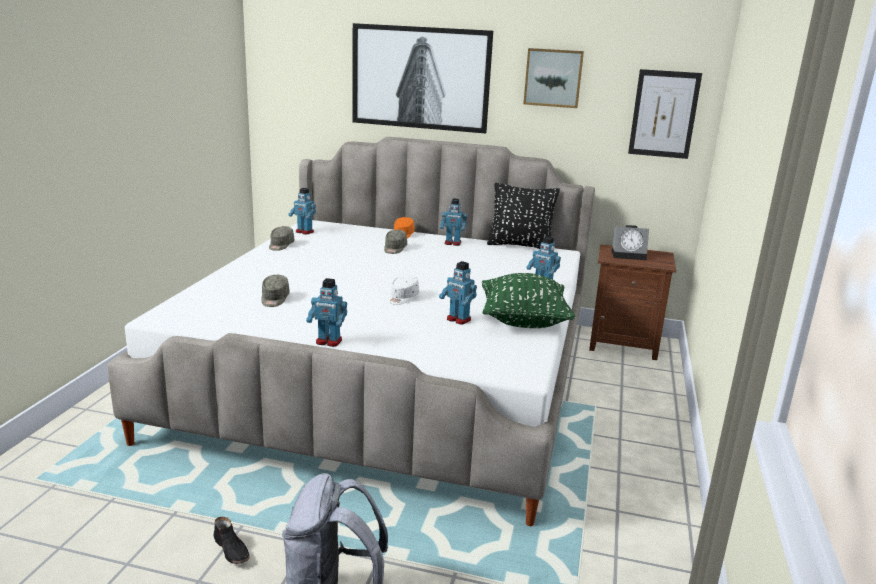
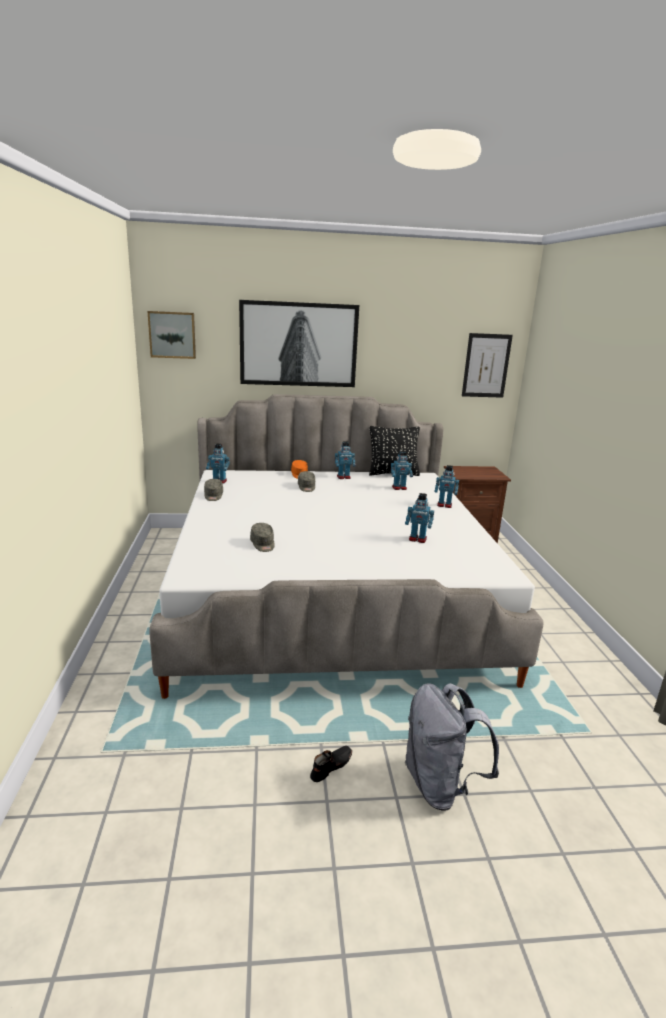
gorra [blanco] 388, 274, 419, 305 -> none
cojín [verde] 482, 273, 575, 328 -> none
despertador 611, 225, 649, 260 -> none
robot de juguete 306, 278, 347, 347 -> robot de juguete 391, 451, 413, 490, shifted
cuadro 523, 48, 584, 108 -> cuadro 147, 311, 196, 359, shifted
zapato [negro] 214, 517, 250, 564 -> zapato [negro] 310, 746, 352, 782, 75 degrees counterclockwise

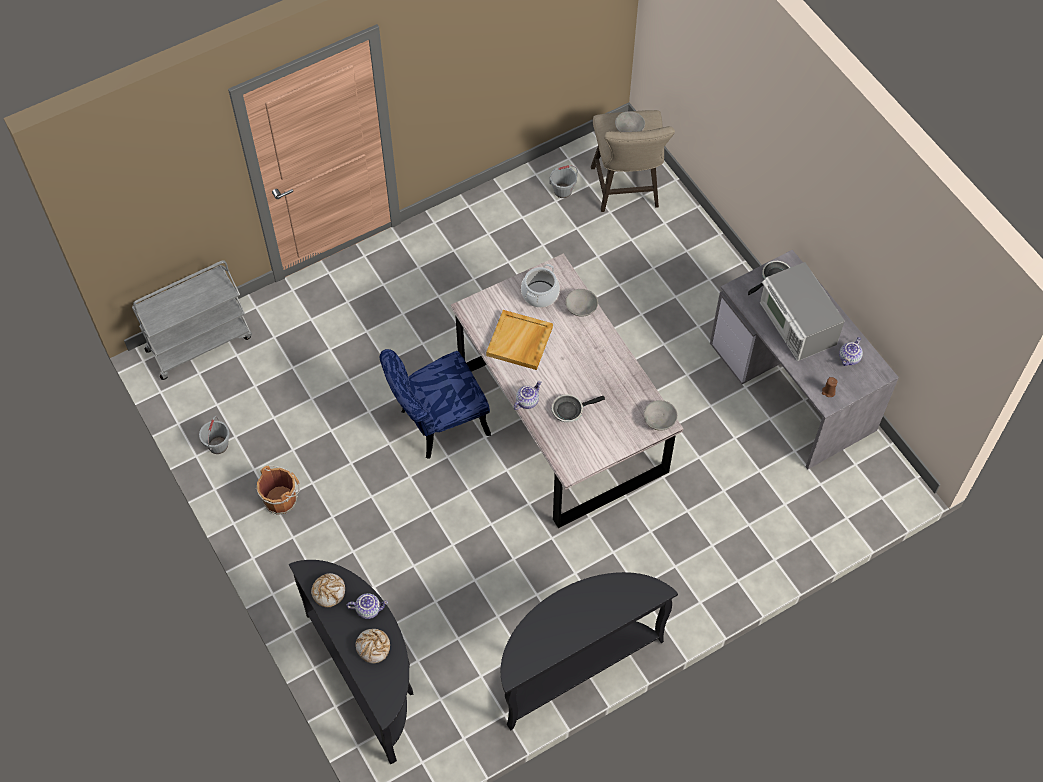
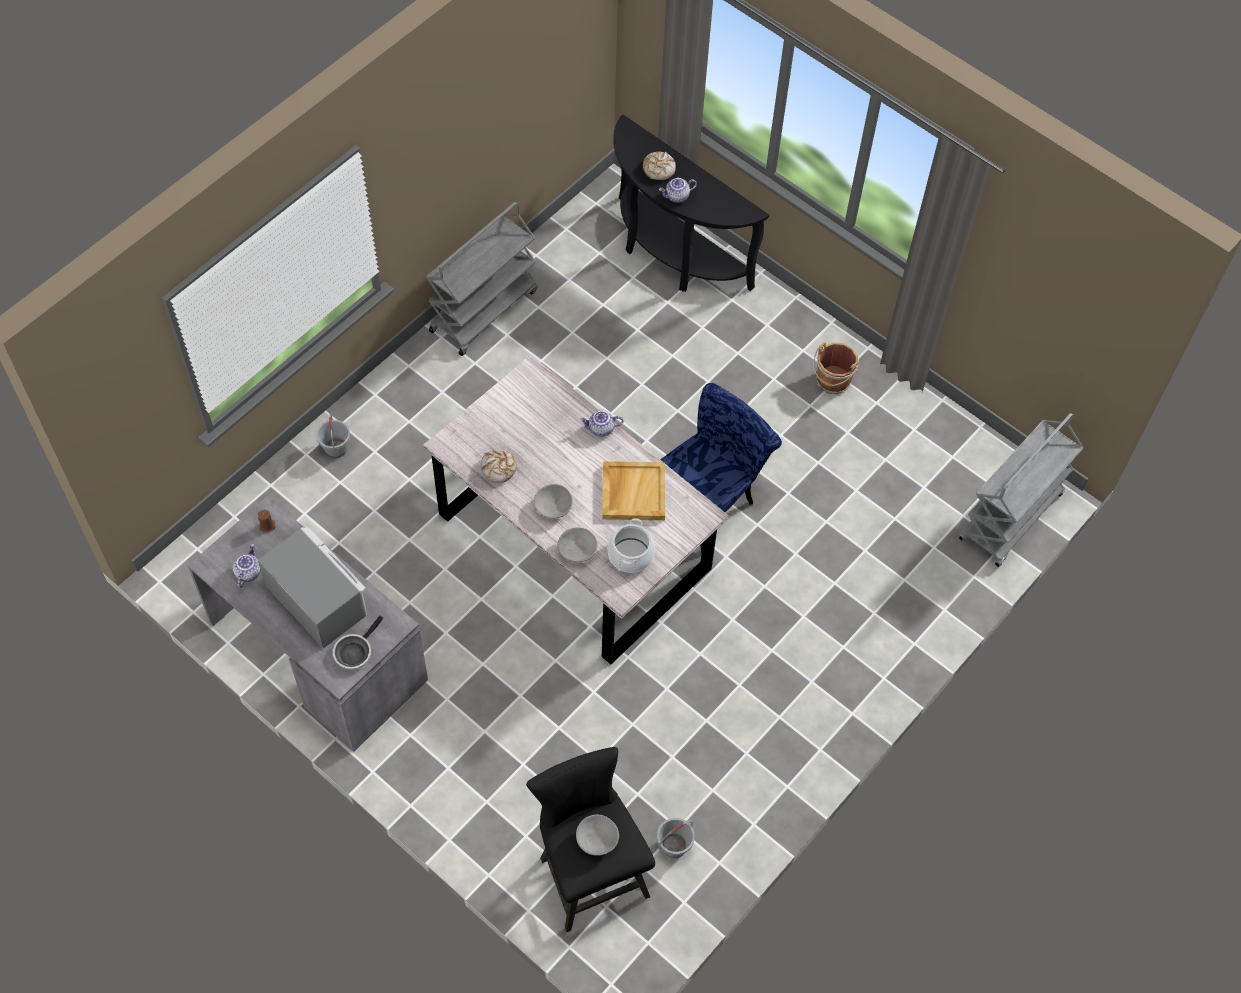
sartén 552, 394, 605, 423 -> none
cubo [gris] 199, 416, 230, 454 -> cubo [gris] 316, 413, 350, 458, shifted
pan 311, 573, 345, 607 -> pan 481, 449, 517, 483, shifted
cuenco [gris] 644, 400, 678, 431 -> cuenco [gris] 534, 484, 573, 519, shifted
mesa consola [negro] 501, 572, 678, 731 -> carrito [gris] 426, 202, 538, 356
taburete [beis] 591, 110, 675, 212 -> taburete [negro] 526, 747, 655, 932
tetera 514, 381, 541, 410 -> tetera 580, 410, 623, 437, 60 degrees clockwise

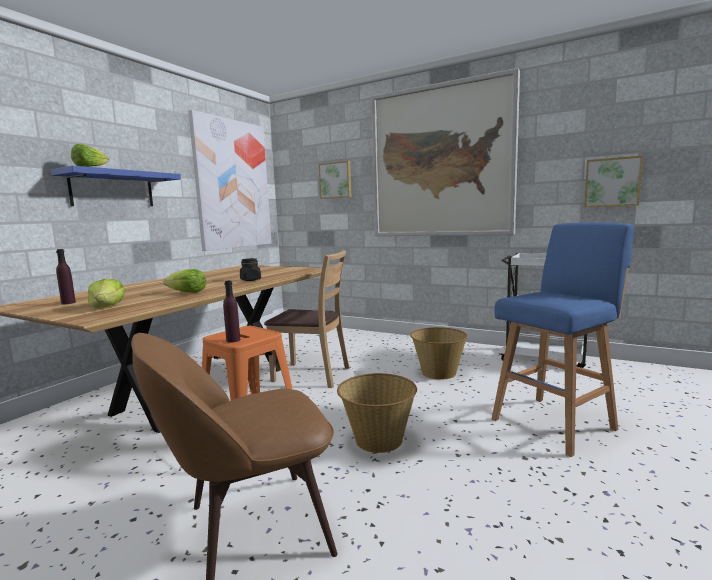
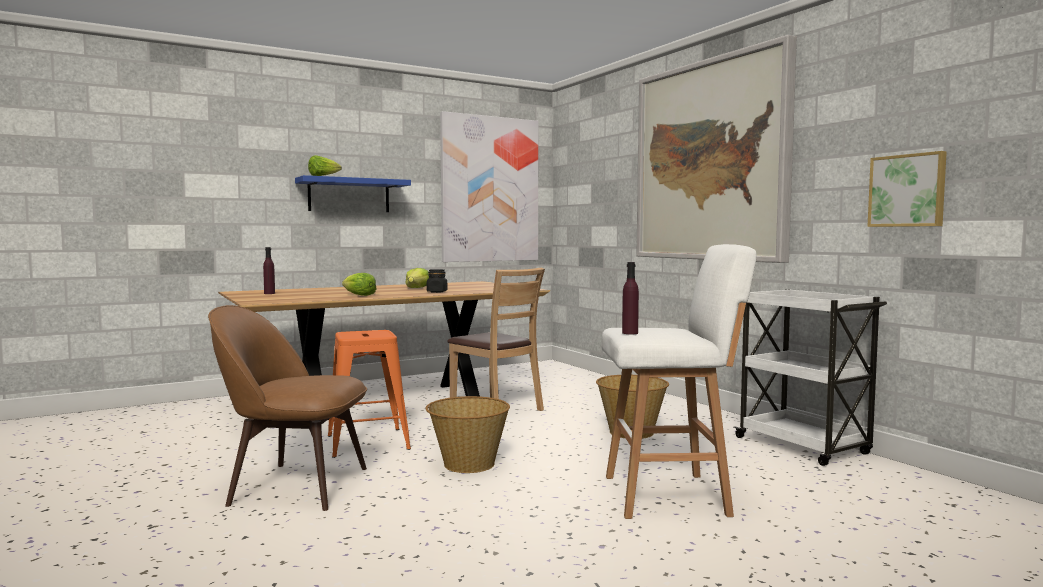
cuadro 319, 161, 351, 199 -> none
lechuga 88, 279, 125, 308 -> lechuga 405, 268, 429, 288, shifted
botella [morado] 223, 280, 240, 343 -> botella [morado] 622, 262, 639, 334, shifted
taburete [azul] 492, 222, 634, 457 -> taburete [blanco] 601, 244, 756, 519

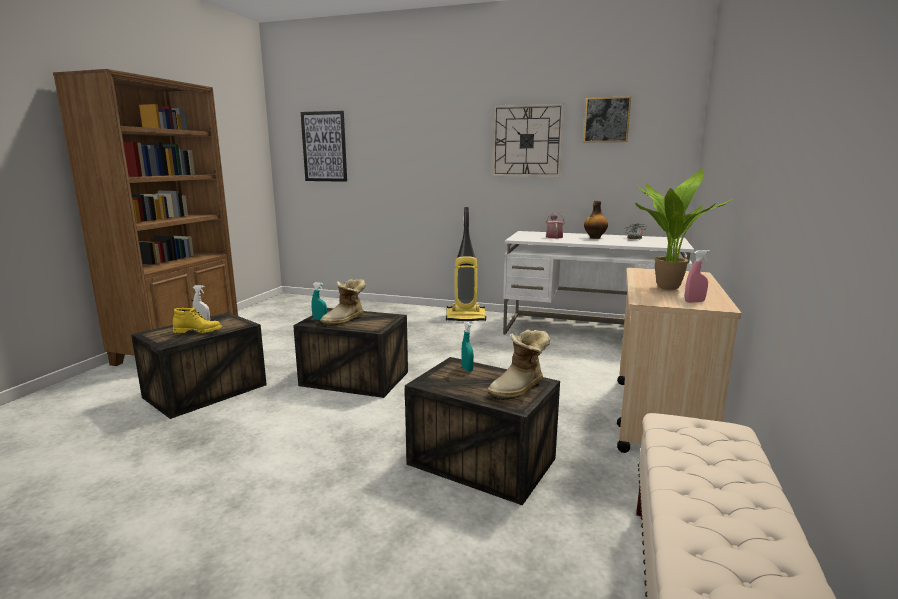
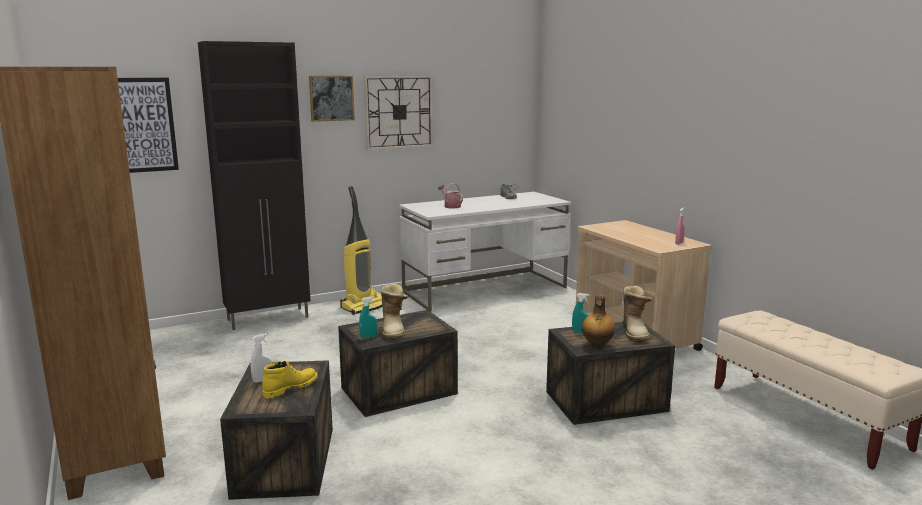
planta en maceta 635, 169, 734, 290 -> none
none -> armario [negro] 198, 41, 310, 330
cuadro 583, 96, 631, 142 -> cuadro 309, 76, 355, 122, shifted
botella 584, 201, 608, 239 -> botella 582, 295, 615, 349, shifted

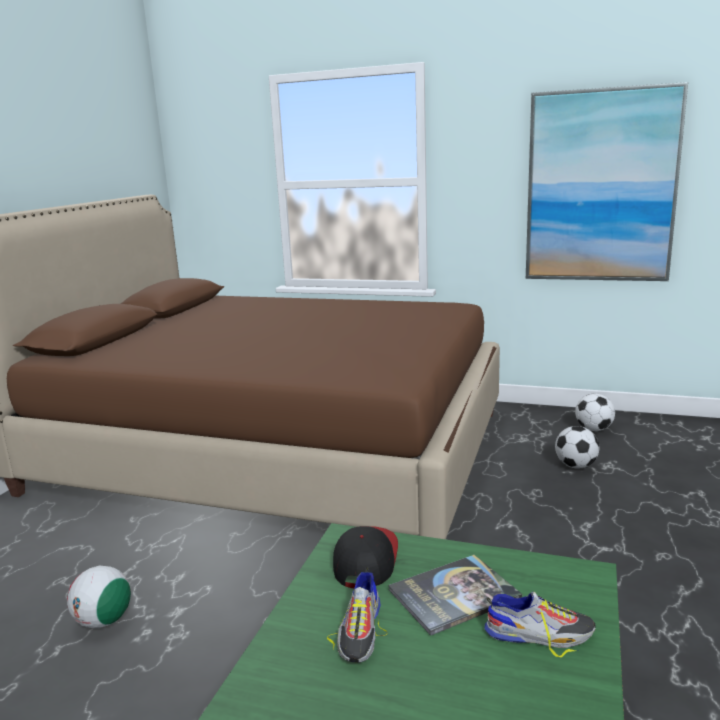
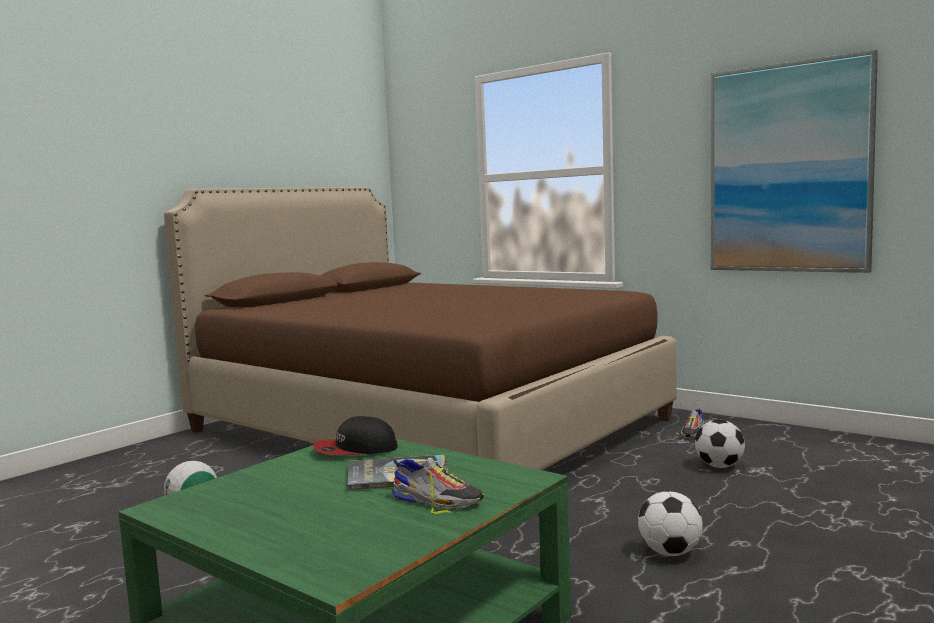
zapato 327, 567, 388, 662 -> zapato 676, 408, 704, 438, shifted
balón de fútbol 575, 393, 615, 431 -> balón de fútbol 638, 491, 703, 556, shifted
gorra 333, 526, 398, 588 -> gorra 313, 416, 398, 455, 135 degrees counterclockwise

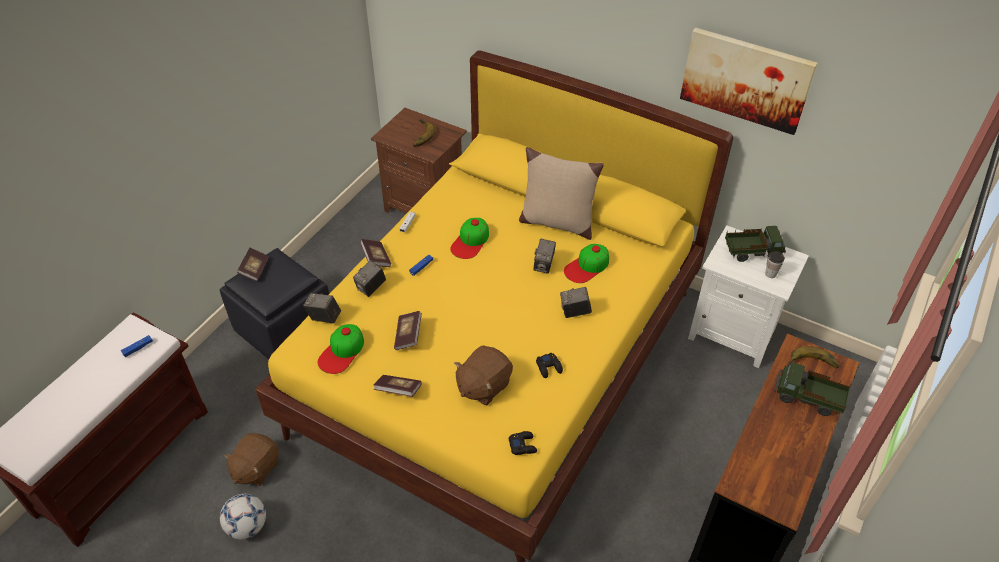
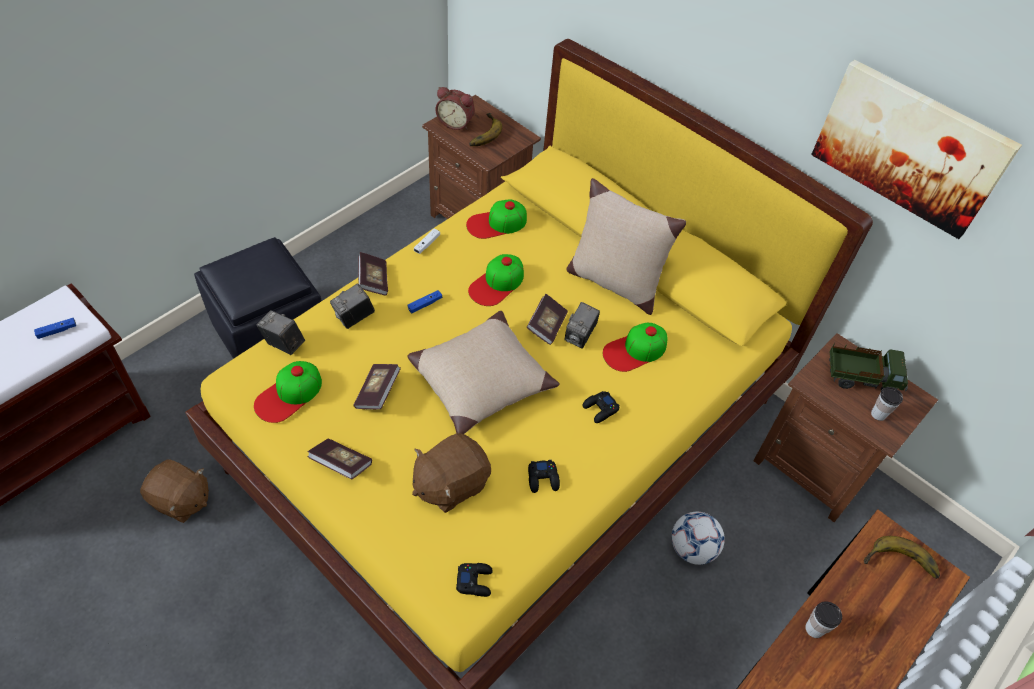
camión de juguete 774, 362, 852, 416 -> none
none -> cojín [beis] 407, 311, 560, 434
none -> despertador 435, 87, 475, 130
none -> gorra 466, 200, 527, 239
none -> taza 805, 601, 842, 638
balón de fútbol 220, 494, 266, 540 -> balón de fútbol 672, 512, 725, 565, shifted
libro 237, 247, 269, 281 -> libro 526, 294, 568, 345, shifted
cámara 560, 287, 592, 318 -> mando de consola [negro] 583, 391, 620, 423
mesita de noche [blanco] 688, 225, 809, 368 -> mesita de noche [marrón] 753, 333, 938, 522
peluche [marrón] 223, 433, 279, 486 -> peluche [marrón] 140, 459, 209, 523, 105 degrees counterclockwise

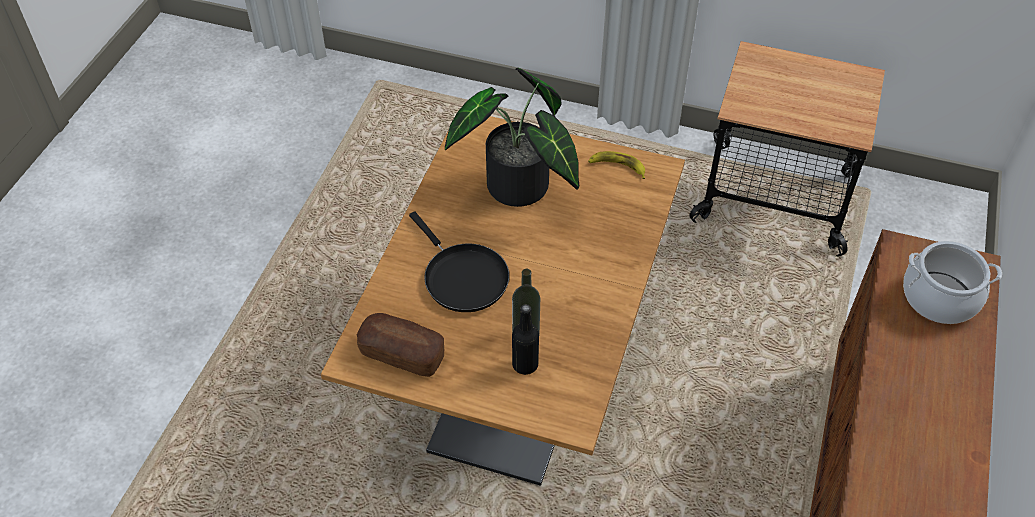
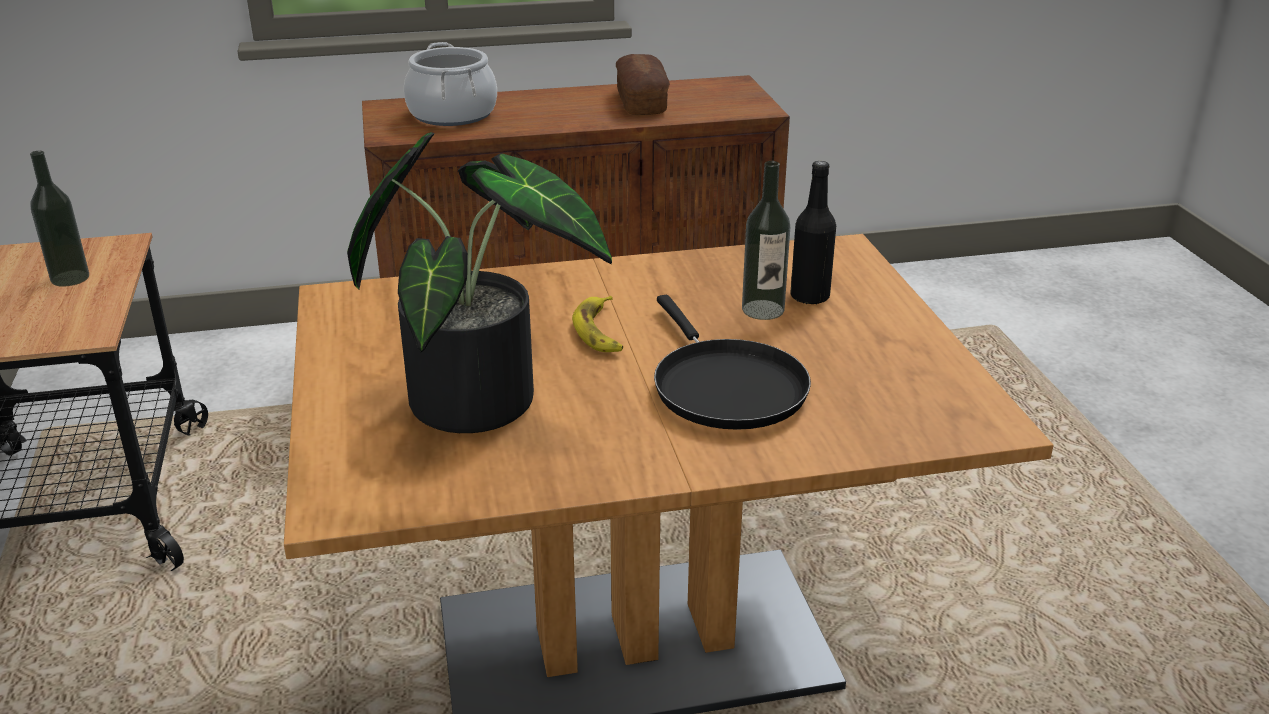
none -> botella 30, 151, 89, 287
pan 357, 313, 444, 377 -> pan 616, 54, 670, 115, shifted
plátano 588, 151, 645, 179 -> plátano 572, 296, 623, 352, shifted
sartén [negro] 409, 211, 509, 312 -> sartén [negro] 654, 295, 811, 430, 135 degrees clockwise

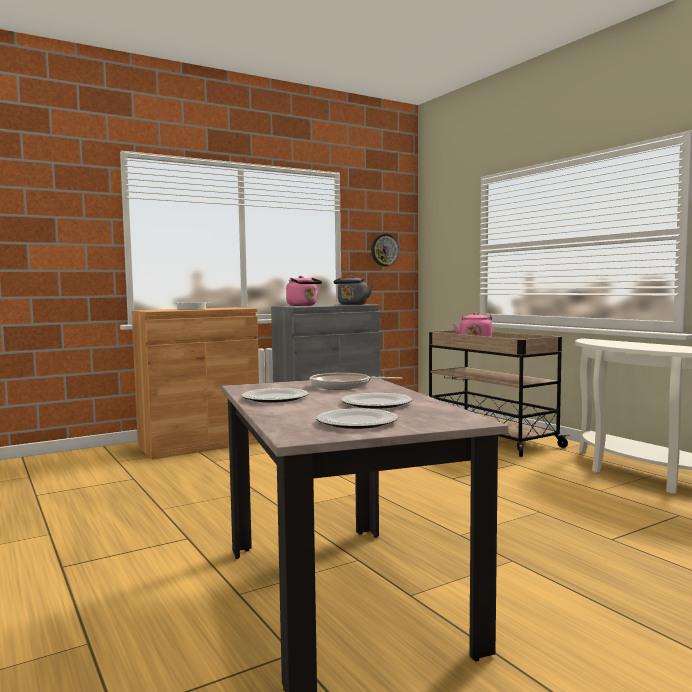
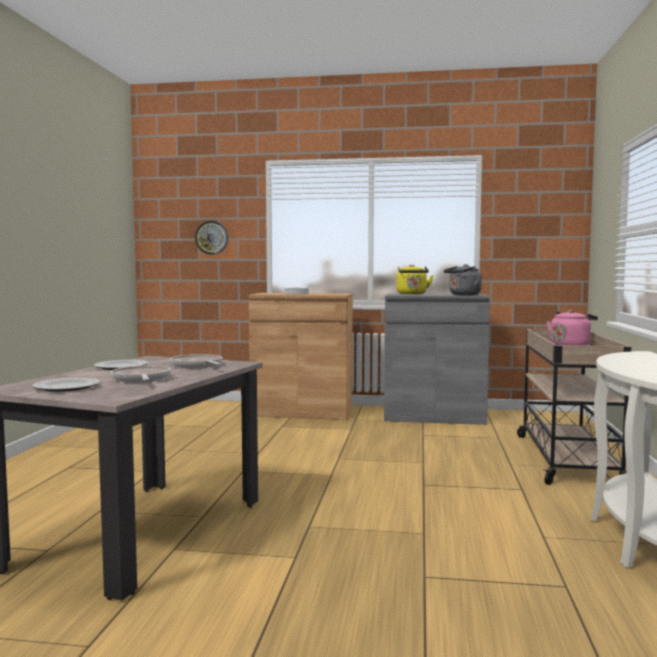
reloj de pared 371, 234, 399, 267 -> reloj de pared 195, 221, 228, 255, shifted
plato 341, 393, 412, 409 -> sartén 111, 365, 171, 383
hervidor [rosa] 286, 276, 322, 306 -> hervidor [amarillo] 396, 264, 433, 294

